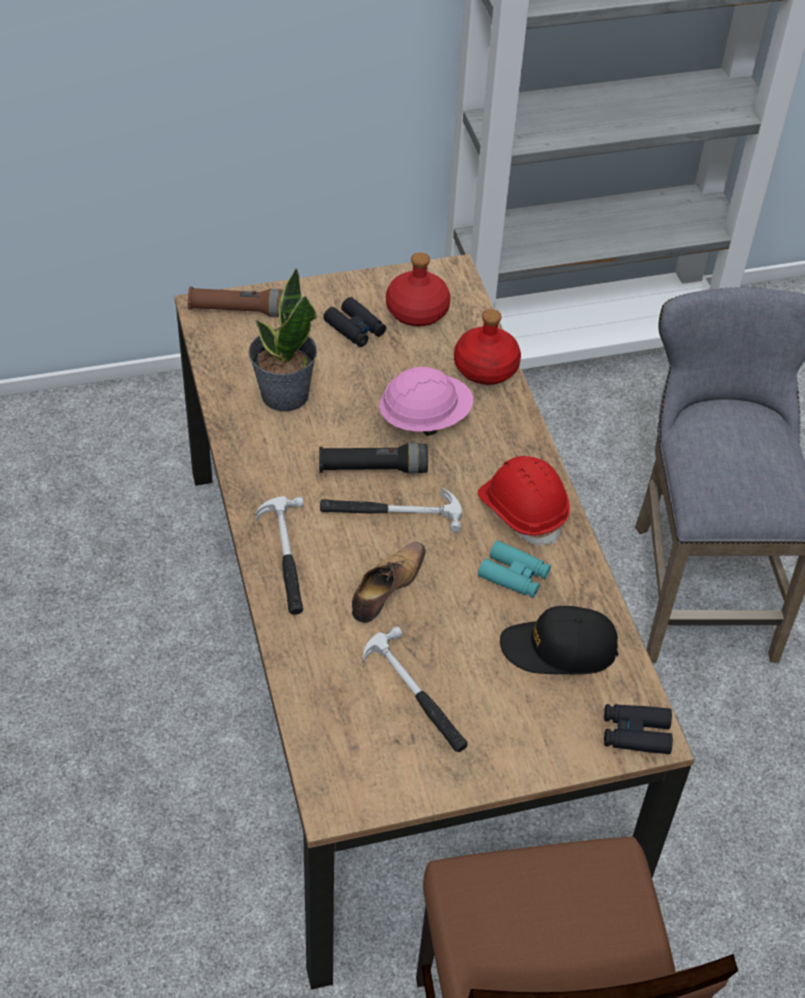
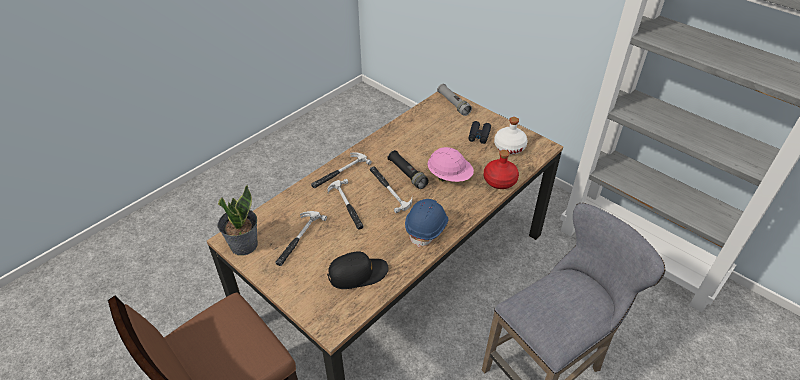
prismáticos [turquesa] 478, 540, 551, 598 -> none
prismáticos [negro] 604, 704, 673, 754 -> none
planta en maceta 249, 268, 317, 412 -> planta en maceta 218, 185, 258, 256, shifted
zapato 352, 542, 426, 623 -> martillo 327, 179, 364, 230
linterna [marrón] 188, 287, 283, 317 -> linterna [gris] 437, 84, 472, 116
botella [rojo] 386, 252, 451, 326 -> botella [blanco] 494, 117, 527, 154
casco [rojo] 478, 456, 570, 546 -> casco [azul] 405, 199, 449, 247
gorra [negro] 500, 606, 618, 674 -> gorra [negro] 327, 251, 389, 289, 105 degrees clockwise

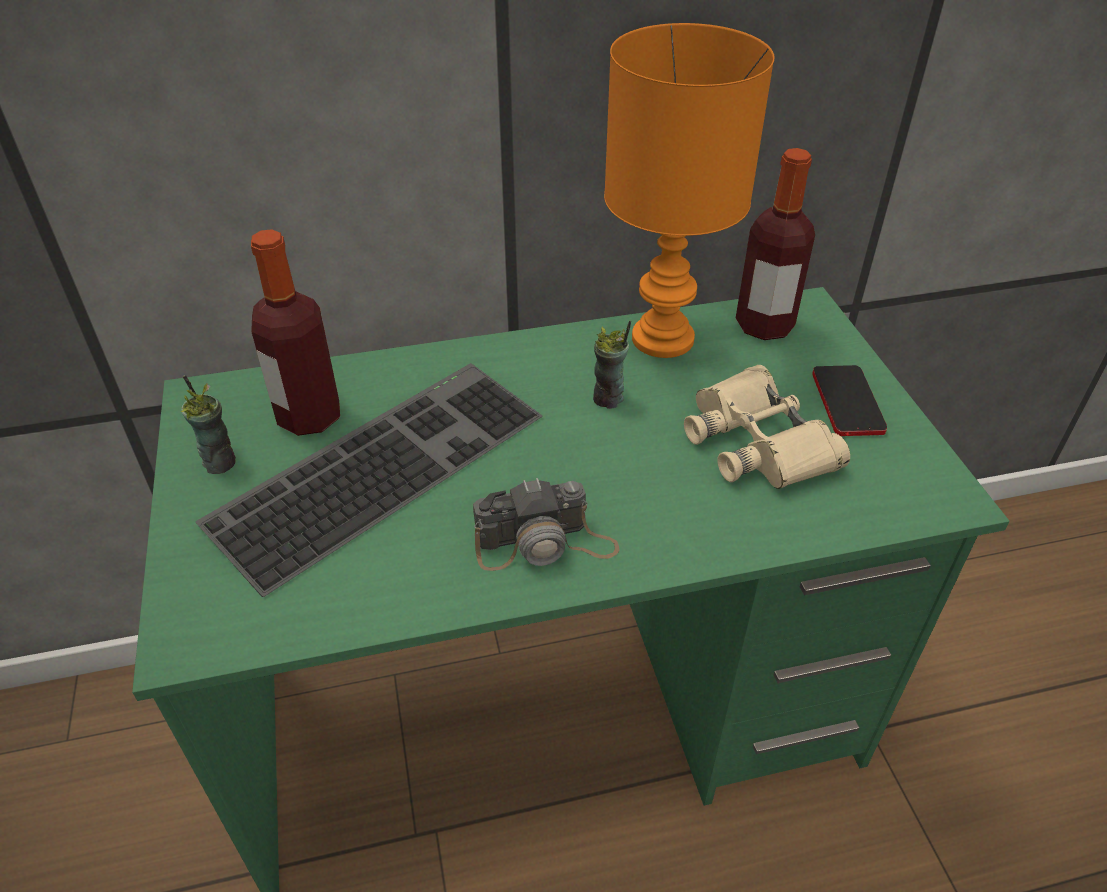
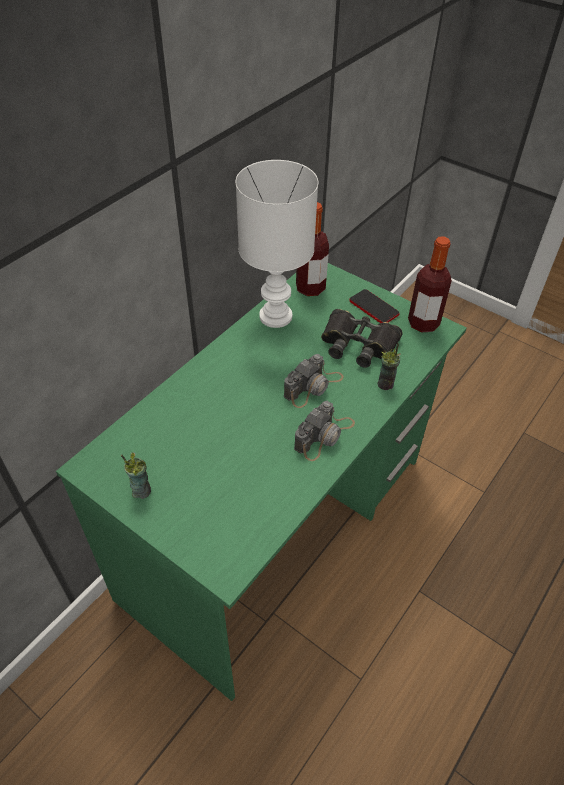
teclado 195, 363, 543, 597 -> none
none -> cámara 284, 354, 344, 408
botella 251, 229, 340, 436 -> botella 408, 236, 452, 332, shifted
taza 593, 320, 631, 409 -> taza 378, 343, 401, 390, shifted
lámpara de mesa [naranja] 604, 23, 775, 358 -> lámpara de mesa [blanco] 236, 160, 318, 328
prismáticos [beis] 684, 365, 850, 489 -> prismáticos [negro] 321, 309, 403, 368

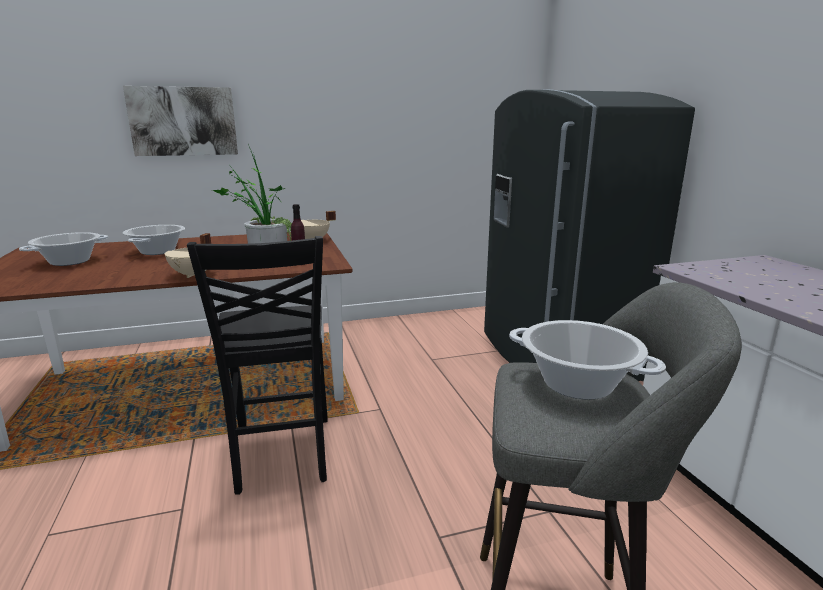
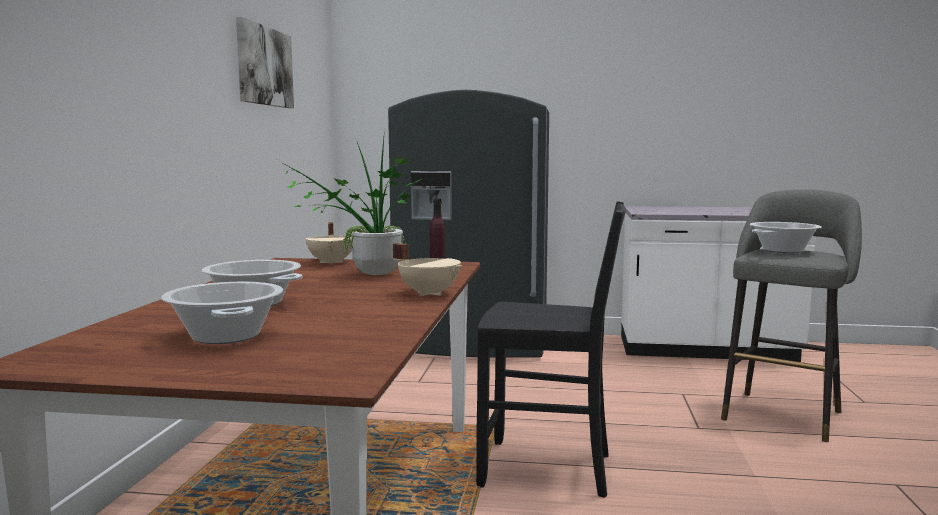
cuadro 123, 86, 238, 156 -> cuadro 236, 17, 294, 108, shifted

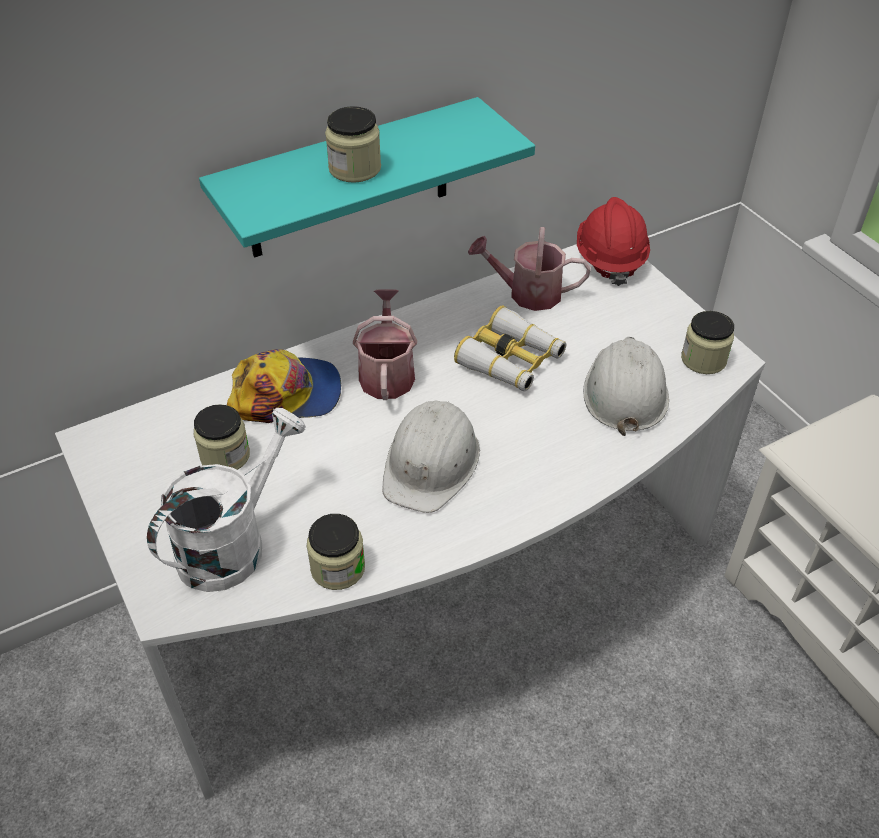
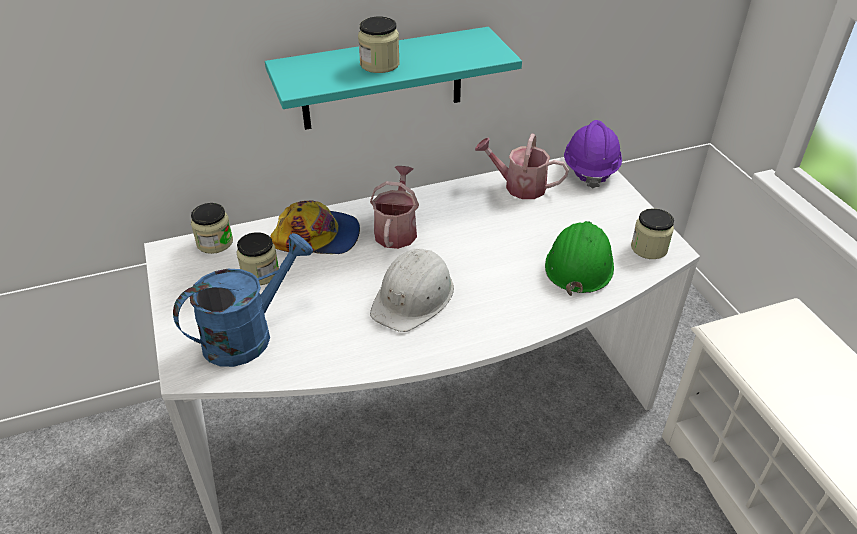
prismáticos 454, 305, 566, 391 -> none
tarro 307, 514, 365, 590 -> tarro 191, 203, 233, 254, shifted
regadera [blanco] 147, 408, 306, 592 -> regadera [azul] 173, 233, 313, 367
casco [rojo] 577, 197, 650, 286 -> casco [morado] 564, 120, 622, 189
casco [blanco] 583, 337, 669, 436 -> casco [verde] 545, 221, 614, 296

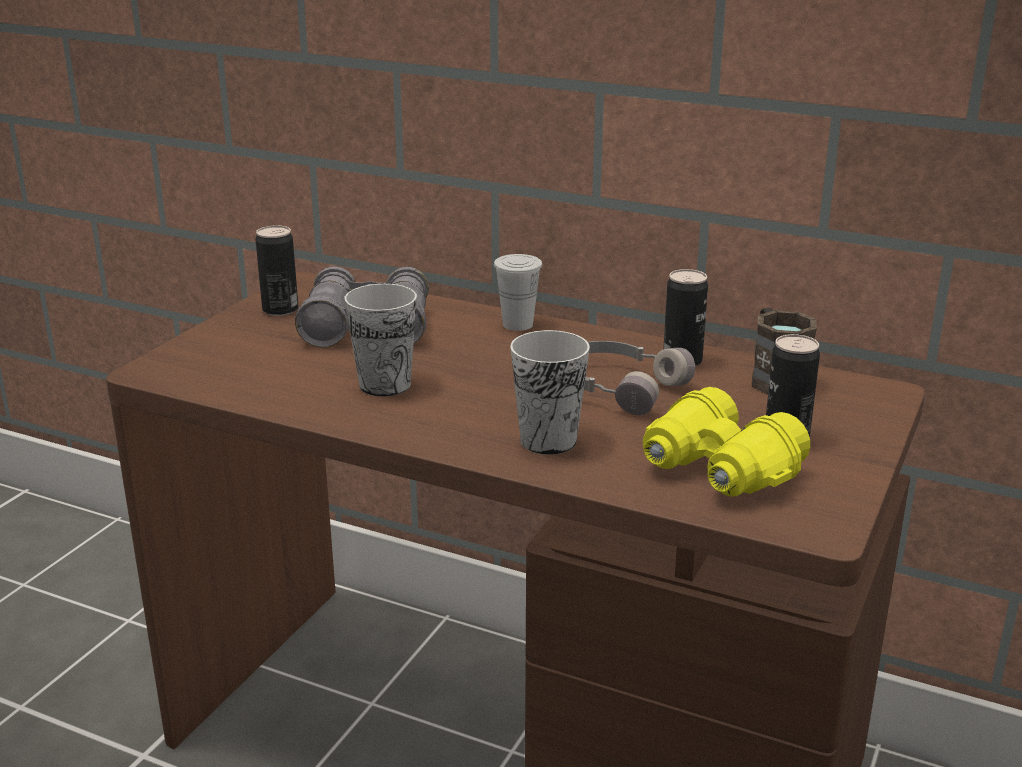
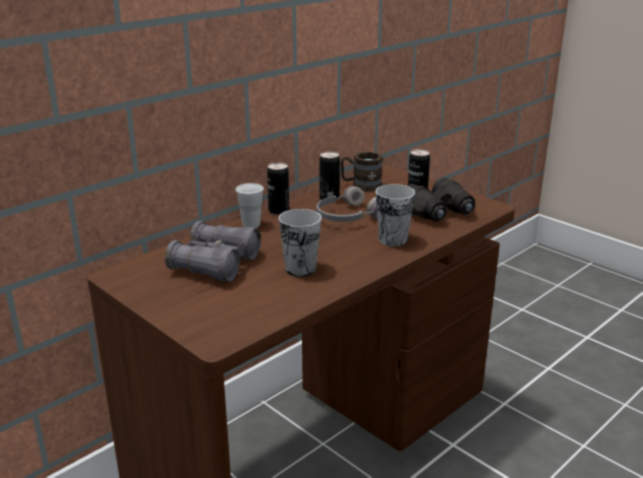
lata 256, 225, 298, 316 -> lata 267, 162, 289, 215, shifted
prismáticos [amarillo] 643, 387, 810, 497 -> prismáticos [negro] 408, 178, 475, 221

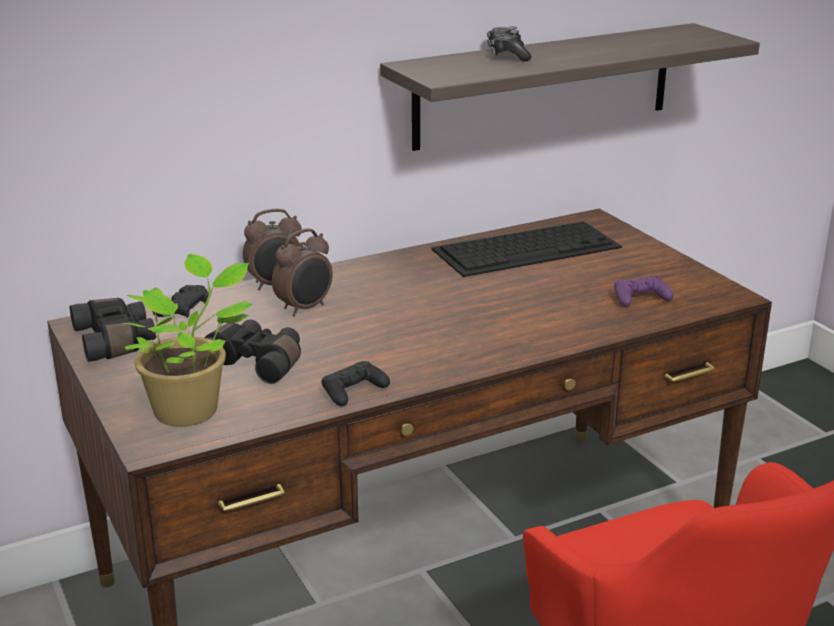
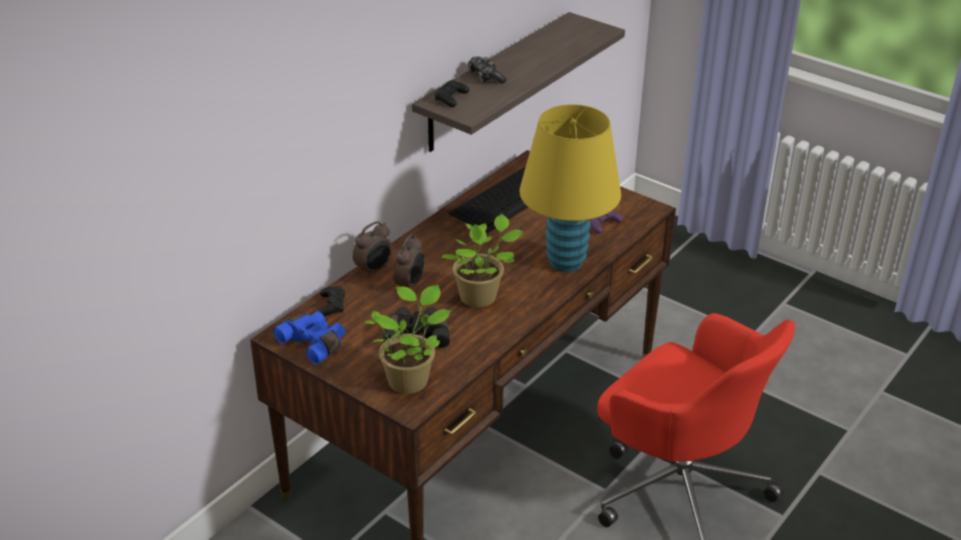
none -> planta en maceta 441, 214, 523, 308
none -> lámpara de mesa [amarillo] 520, 104, 621, 272
mando de consola [negro] 321, 361, 390, 406 -> mando de consola [negro] 435, 80, 470, 107, shifted
prismáticos [negro] 70, 298, 156, 362 -> prismáticos [azul] 273, 311, 345, 364

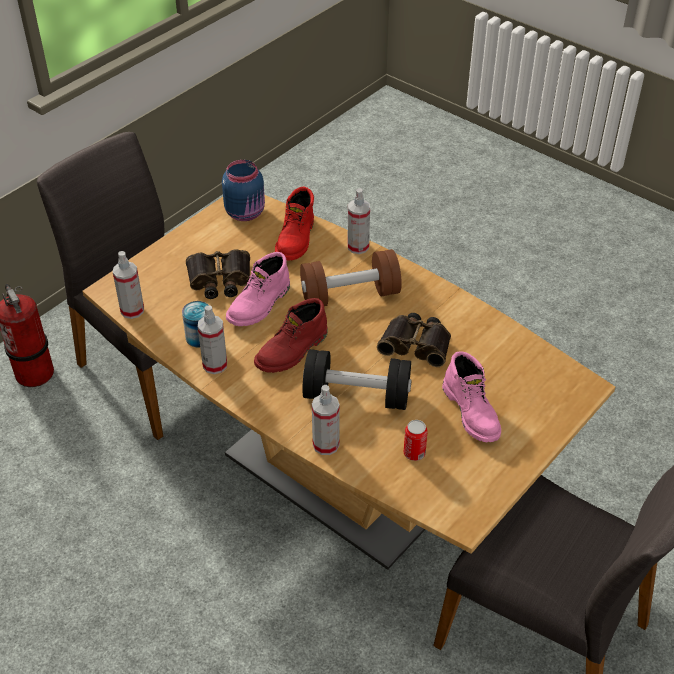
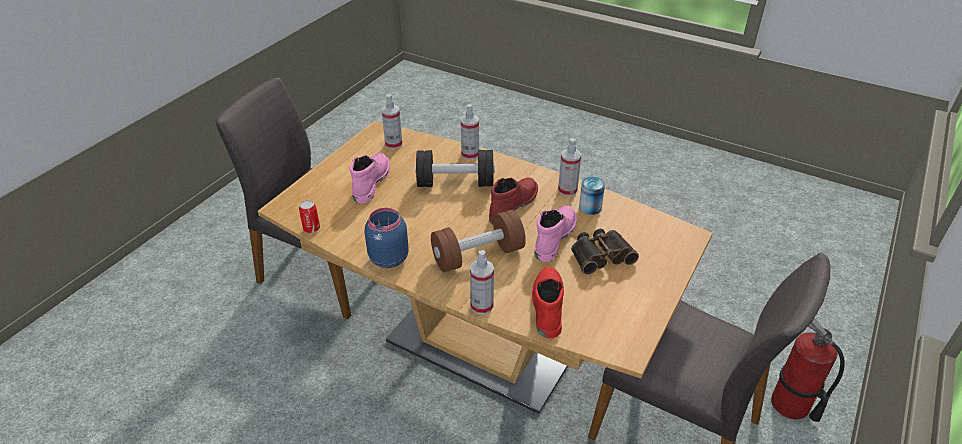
prismáticos 377, 313, 451, 367 -> none
pulverizador 113, 251, 144, 319 -> pulverizador 382, 94, 402, 149, shifted
tarro [azul] 222, 160, 265, 221 -> tarro [azul] 365, 208, 409, 268, shifted
lata 404, 420, 428, 461 -> lata 299, 200, 320, 233, shifted
bota [rosa] 442, 351, 501, 442 -> bota [rosa] 349, 153, 390, 204, 45 degrees clockwise

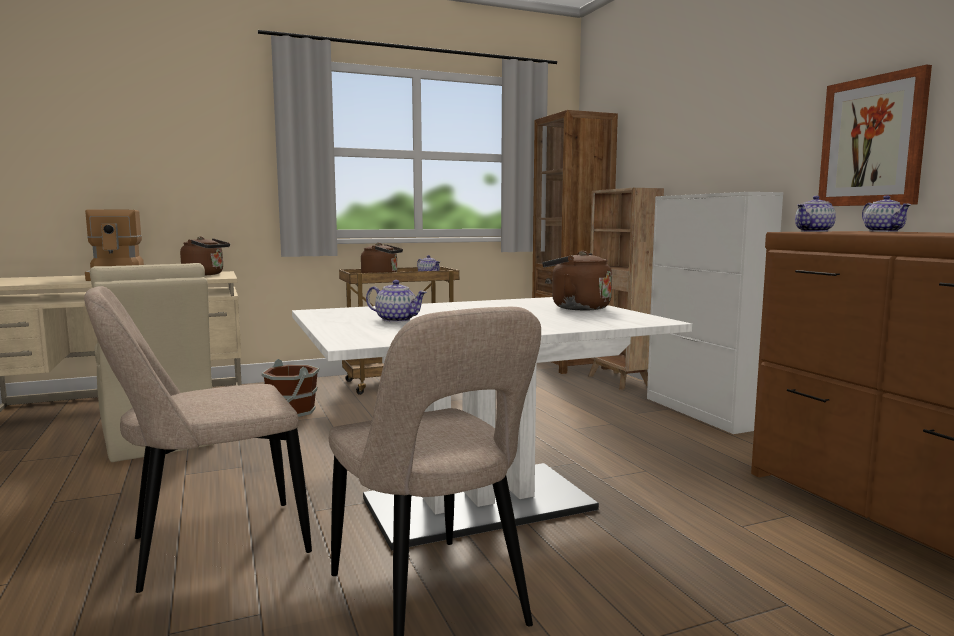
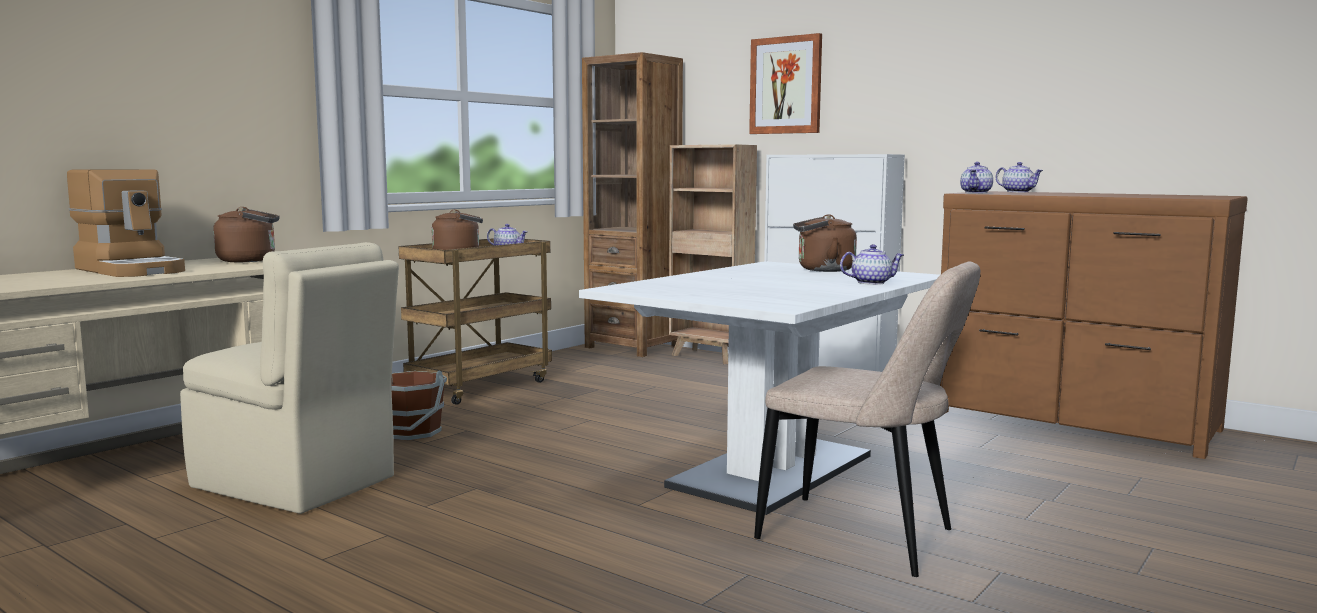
silla [beis] 84, 286, 312, 593 -> none
tetera 366, 280, 427, 322 -> tetera 840, 244, 904, 285, shifted
cuadro 818, 64, 932, 206 -> cuadro 749, 33, 822, 134, shifted

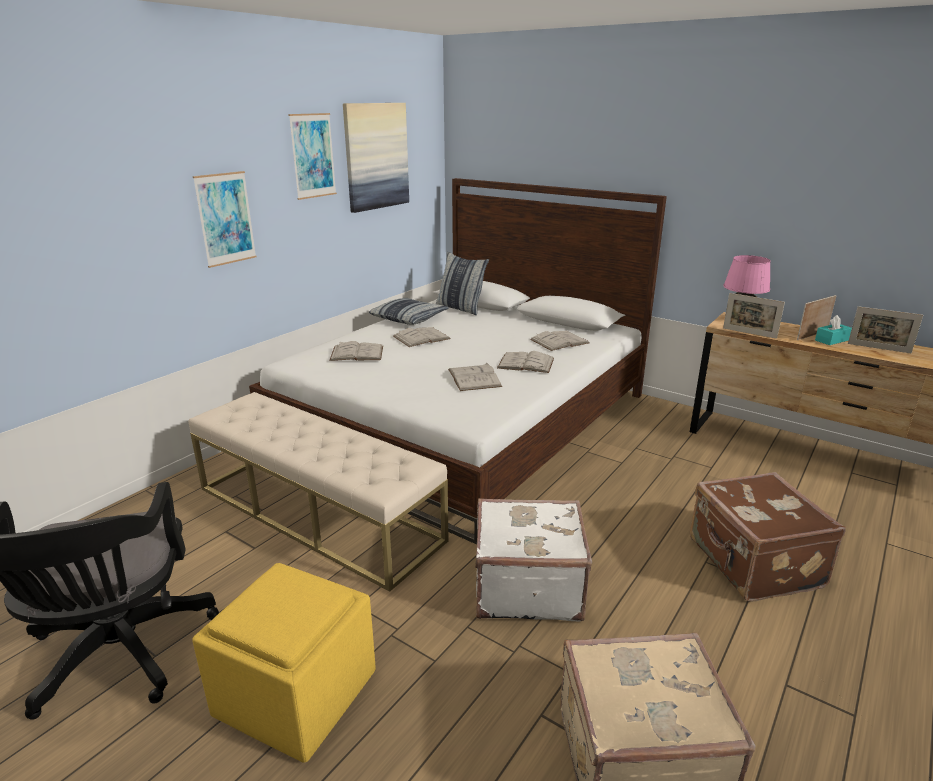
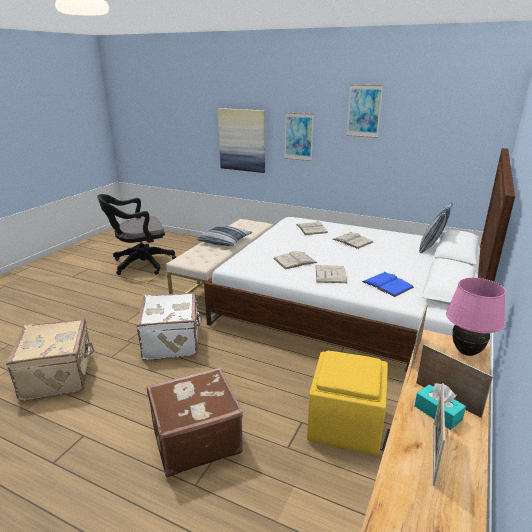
puf [amarillo] 192, 563, 376, 763 -> puf [amarillo] 307, 351, 388, 455, shifted
cuadro 343, 103, 409, 213 -> cuadro 218, 108, 265, 173, shifted
cojín 369, 298, 449, 325 -> cojín 197, 225, 252, 246, shifted
libro [blanco] 530, 331, 589, 351 -> libro [azul] 362, 272, 414, 297

